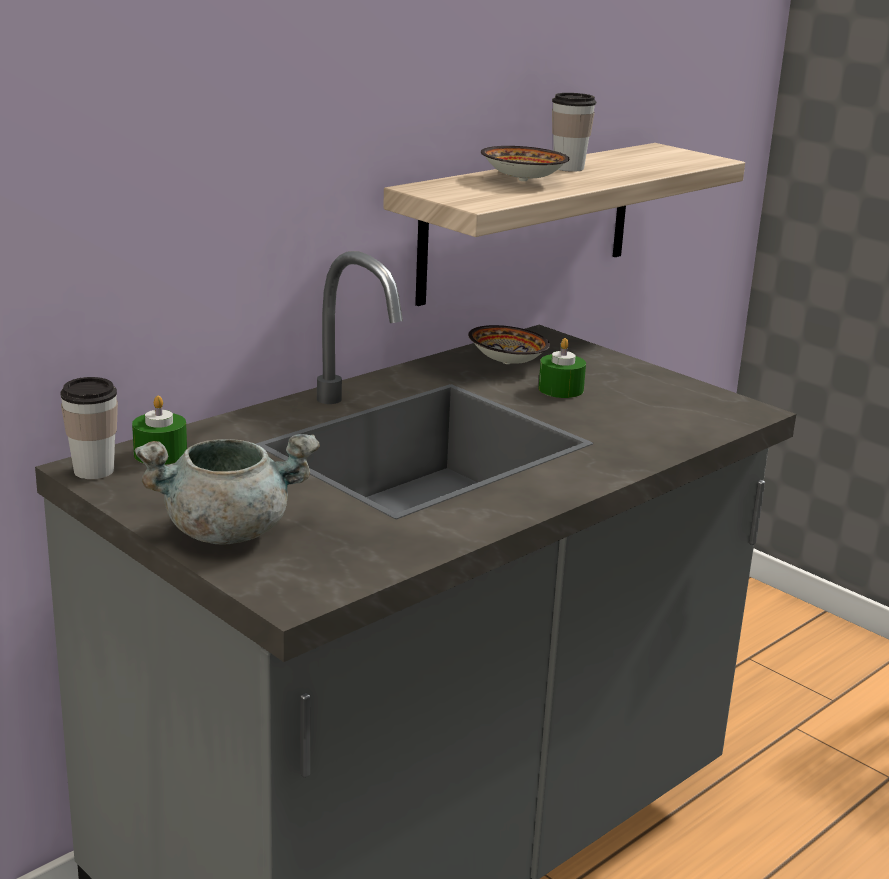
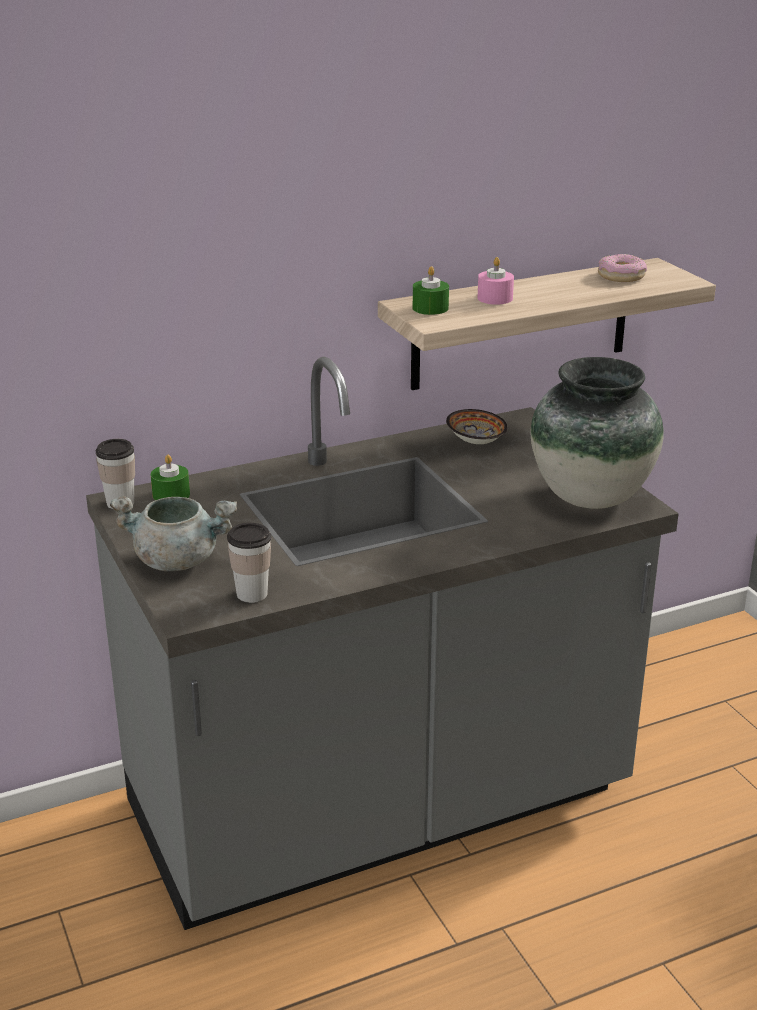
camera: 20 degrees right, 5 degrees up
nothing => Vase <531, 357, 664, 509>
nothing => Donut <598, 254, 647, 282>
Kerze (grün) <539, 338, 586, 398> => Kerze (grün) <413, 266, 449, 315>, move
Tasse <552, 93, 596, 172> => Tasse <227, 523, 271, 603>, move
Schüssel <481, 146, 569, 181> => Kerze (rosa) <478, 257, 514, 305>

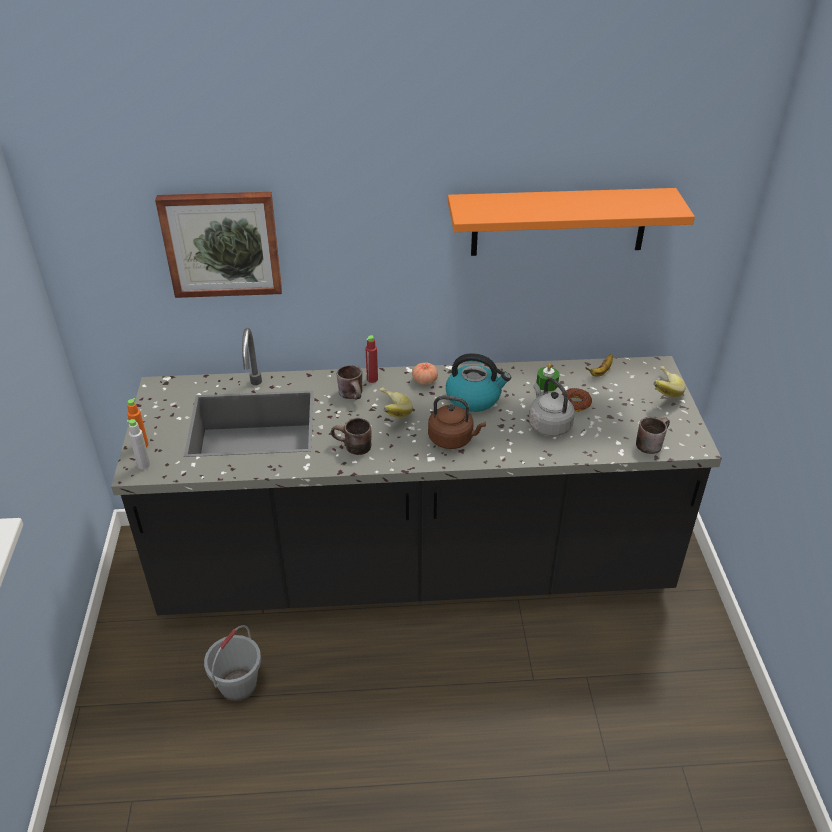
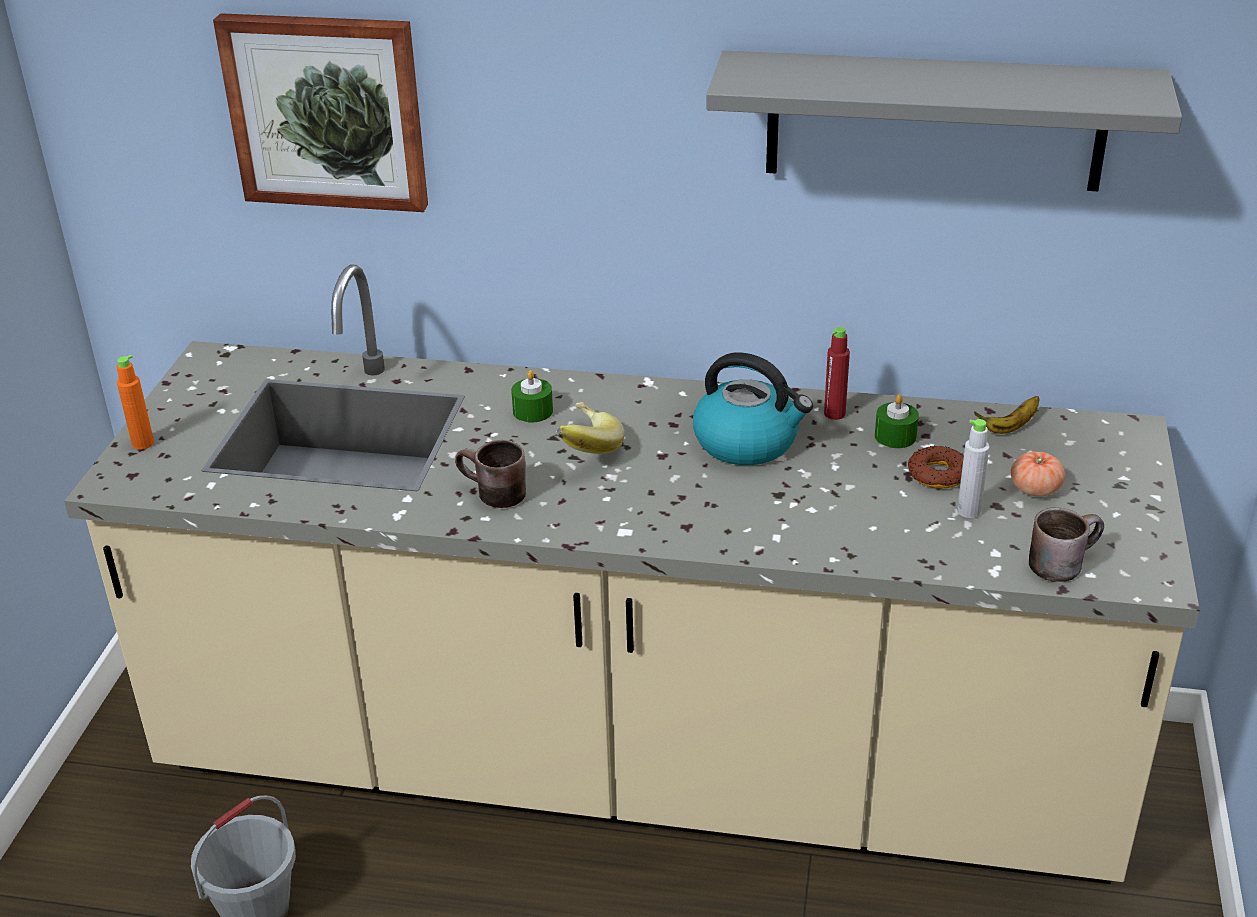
camera: 15 degrees right, 5 degrees down
Wasserkessel (braun) <428, 395, 486, 449> => nothing
Wasserkessel (grau) <529, 378, 575, 436> => nothing
Banane <653, 366, 686, 397> => nothing
Flasche (grau) <127, 419, 151, 469> => Flasche (grau) <957, 419, 990, 518>, move
Flasche (rot) <365, 335, 378, 383> => Flasche (rot) <824, 327, 850, 420>, move
Tomate <412, 362, 438, 385> => Tomate <1010, 451, 1065, 496>, move
Henkelbecher (braun) <337, 365, 362, 399> => Kerze (grün) <511, 370, 553, 423>
Küchenzeile (schwarz) <111, 328, 722, 615> => Küchenzeile (beige) <64, 265, 1200, 884>
Wandregal (orange) <448, 188, 695, 256> => Wandregal (grau) <706, 51, 1182, 191>

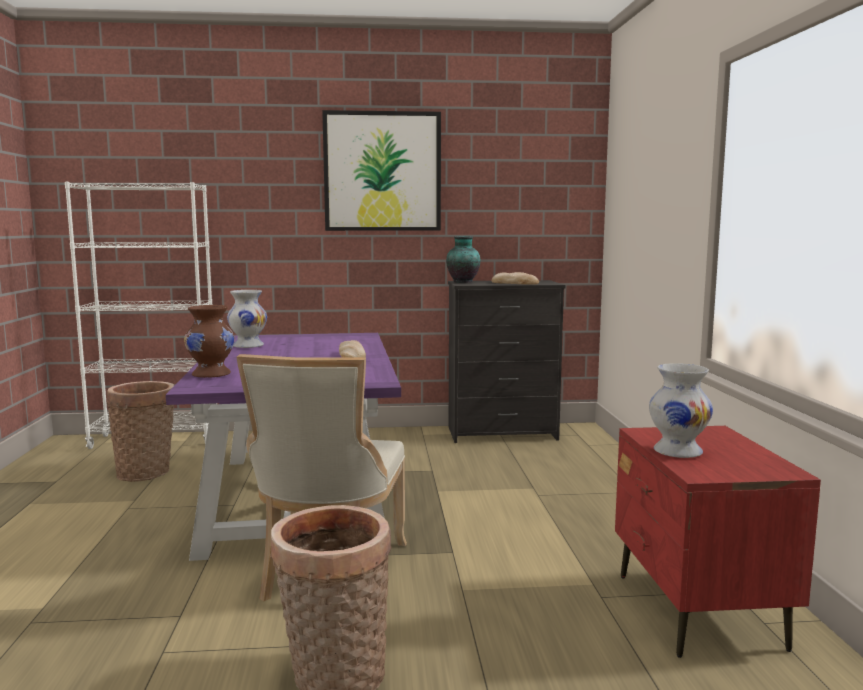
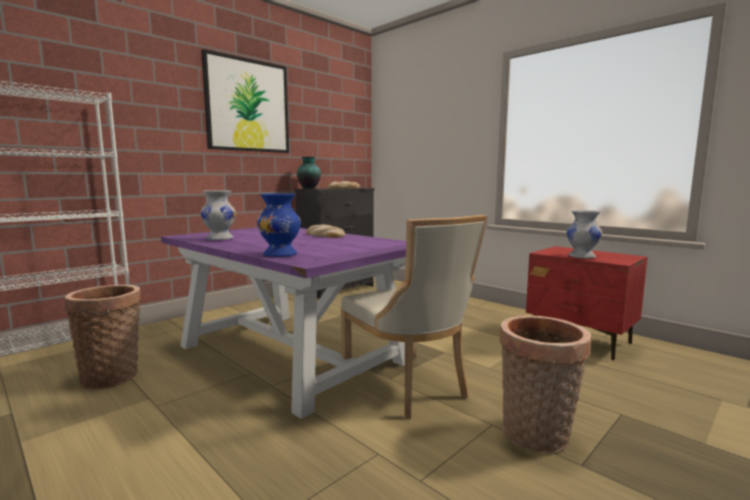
camera: 40 degrees left, 0 degrees up
Vase (braun) <184, 305, 235, 378> => Vase (blau) <257, 193, 301, 257>

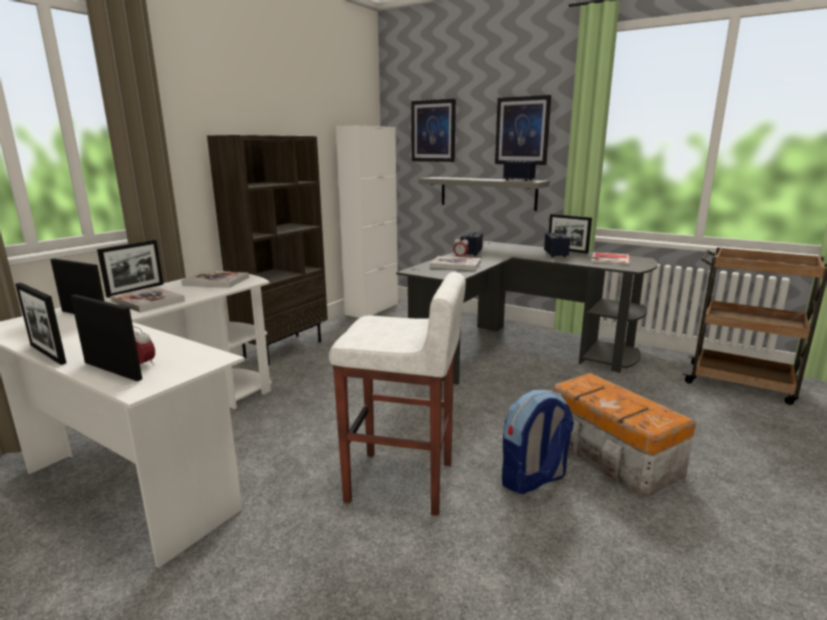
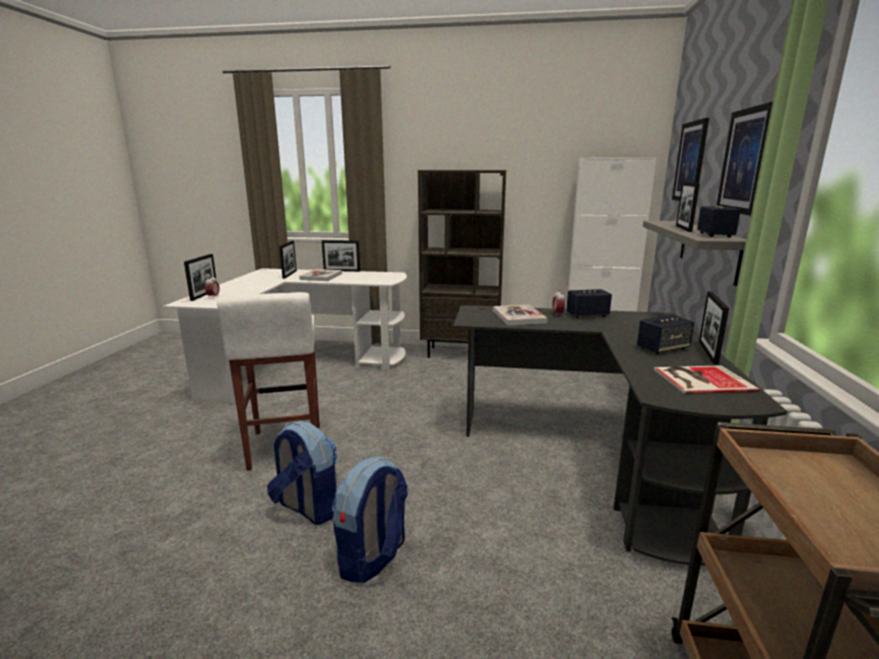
camera: 65 degrees right, 0 degrees up
Buch <181, 271, 249, 288> => nothing
Bilderrahmen <15, 283, 66, 365> => Bilderrahmen <676, 182, 700, 232>, move
Aufbewahrungsbox <553, 373, 696, 497> => Rucksack <332, 456, 408, 583>

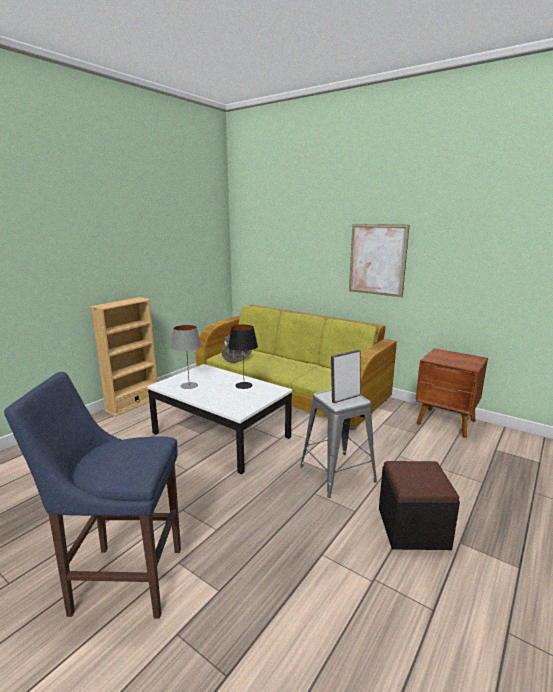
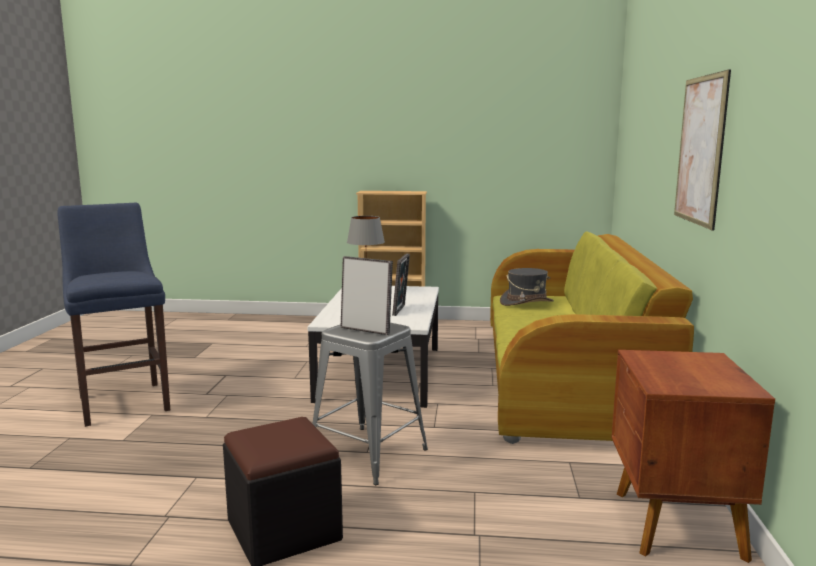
camera: 60 degrees right, 5 degrees down
Tischlampe (schwarz) <228, 325, 258, 389> => Bilderrahmen <392, 254, 410, 316>

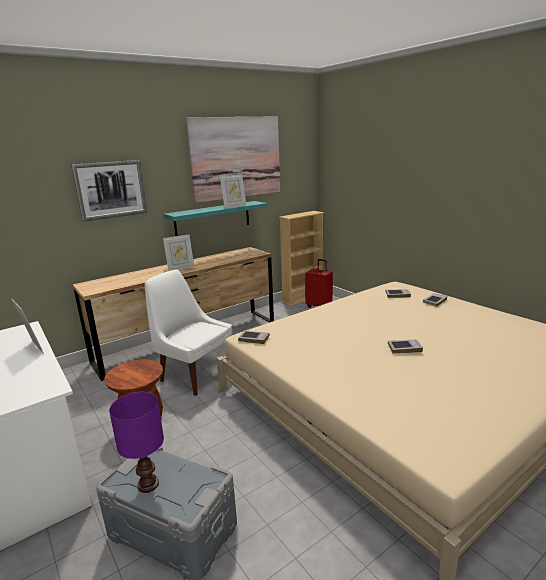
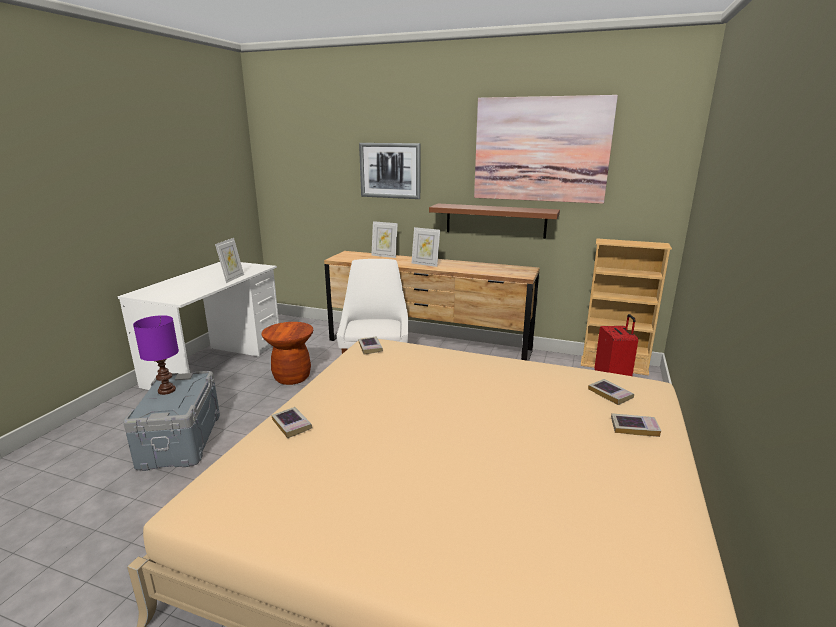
camera: 55 degrees right, 0 degrees up
Bilderrahmen <220, 174, 246, 208> => Bilderrahmen <371, 221, 398, 258>, move
Buch <388, 339, 423, 353> => Buch <271, 407, 312, 438>, move
Wandregal (türkis) <164, 201, 267, 236> => Wandregal (braun) <429, 204, 560, 239>

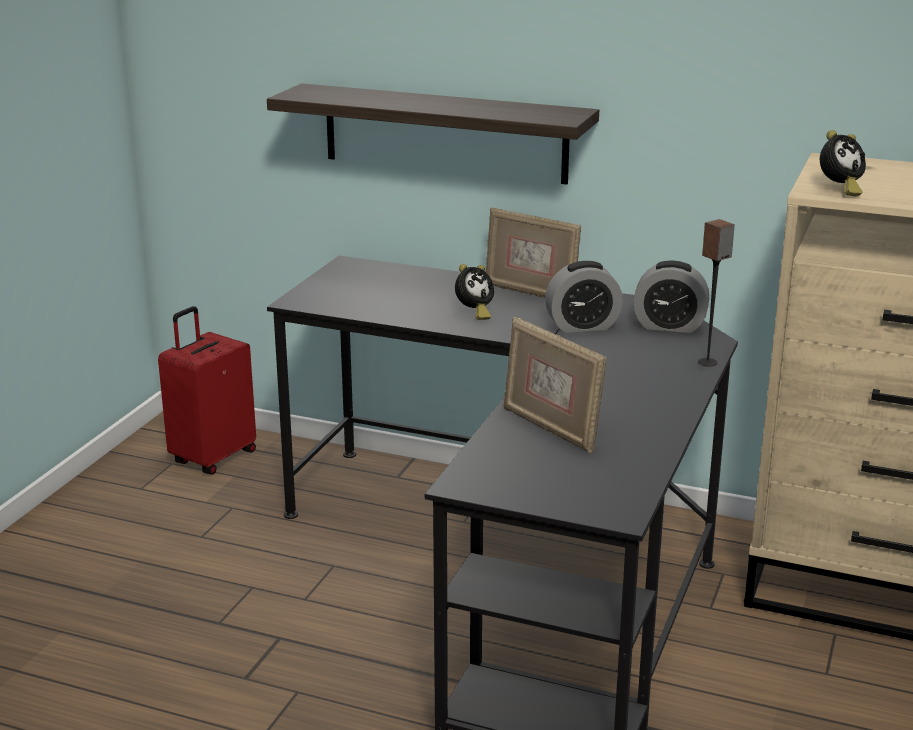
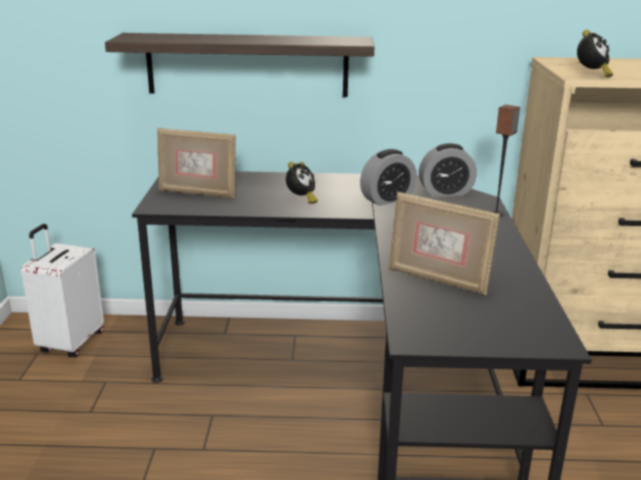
camera: 20 degrees left, 0 degrees up
Bilderrahmen <485, 207, 581, 298> => Bilderrahmen <157, 128, 236, 198>, move
Koffer (rot) <158, 306, 256, 475> => Koffer (weiß) <21, 224, 104, 357>

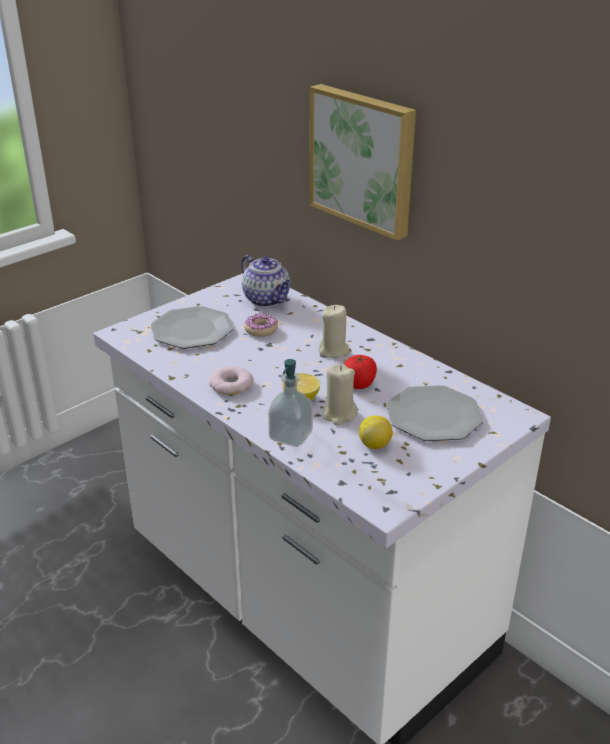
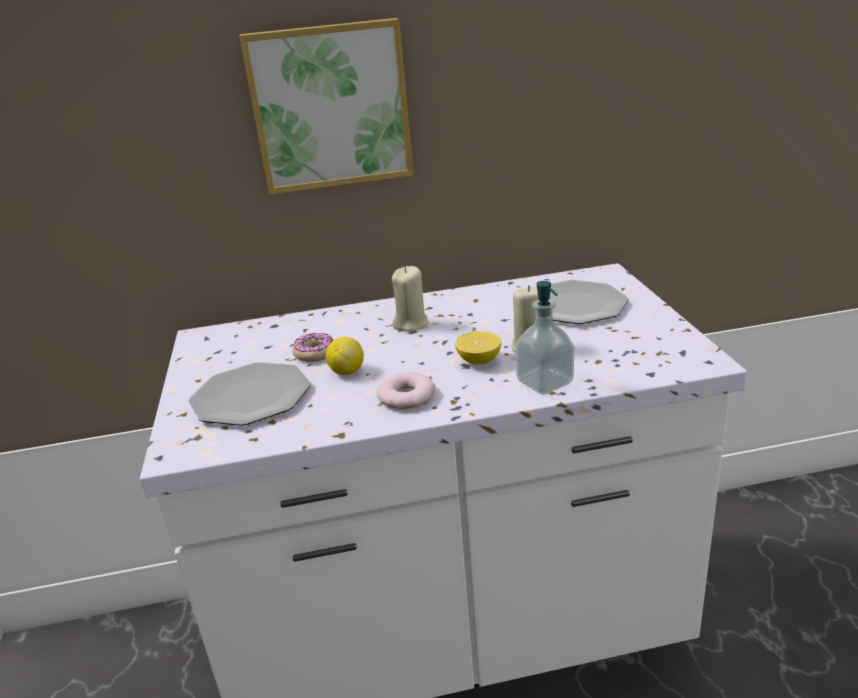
camera: 55 degrees left, 5 degrees down
Teekanne <241, 255, 291, 307> => nothing
Tomate <344, 355, 377, 389> => nothing
Zitrone <359, 415, 393, 449> => Zitrone <326, 337, 364, 375>, move

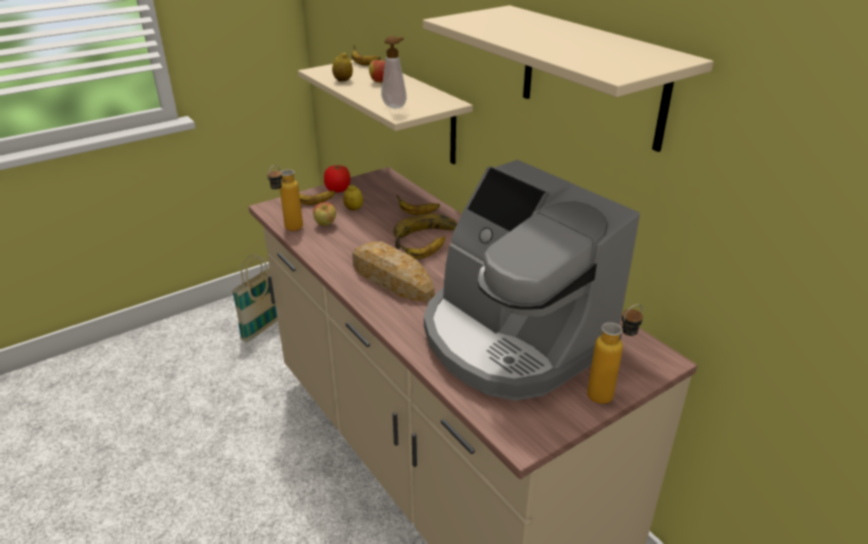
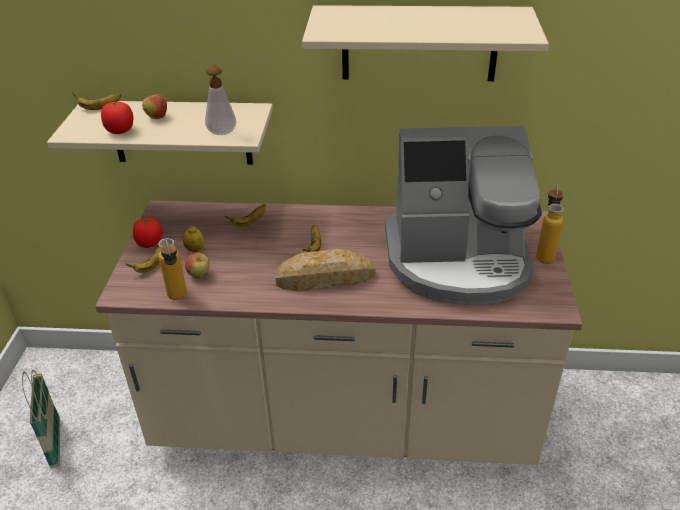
camera: 50 degrees left, 5 degrees up
Banane <393, 213, 457, 249> => nothing
Zitrone <332, 52, 353, 82> => Tomate <101, 102, 133, 134>

